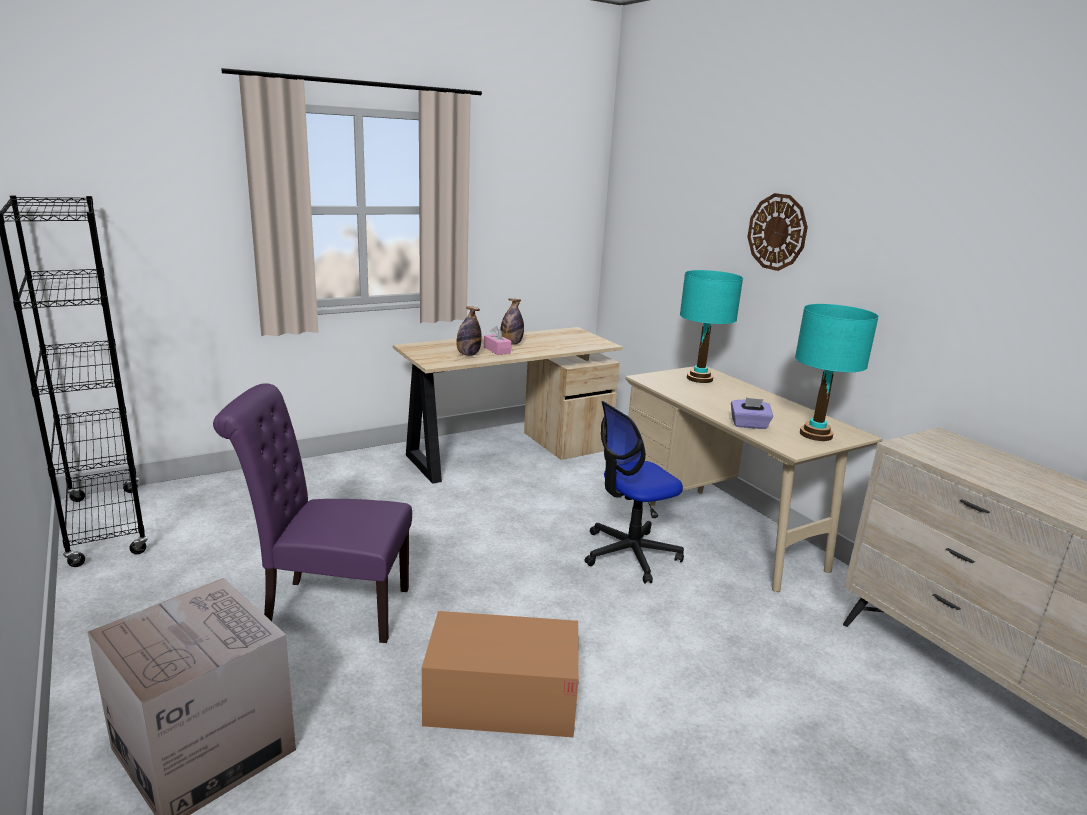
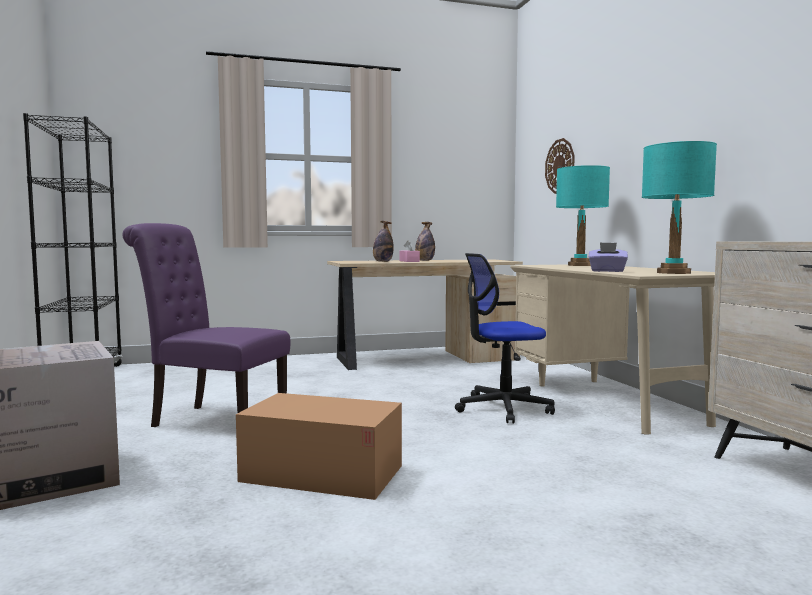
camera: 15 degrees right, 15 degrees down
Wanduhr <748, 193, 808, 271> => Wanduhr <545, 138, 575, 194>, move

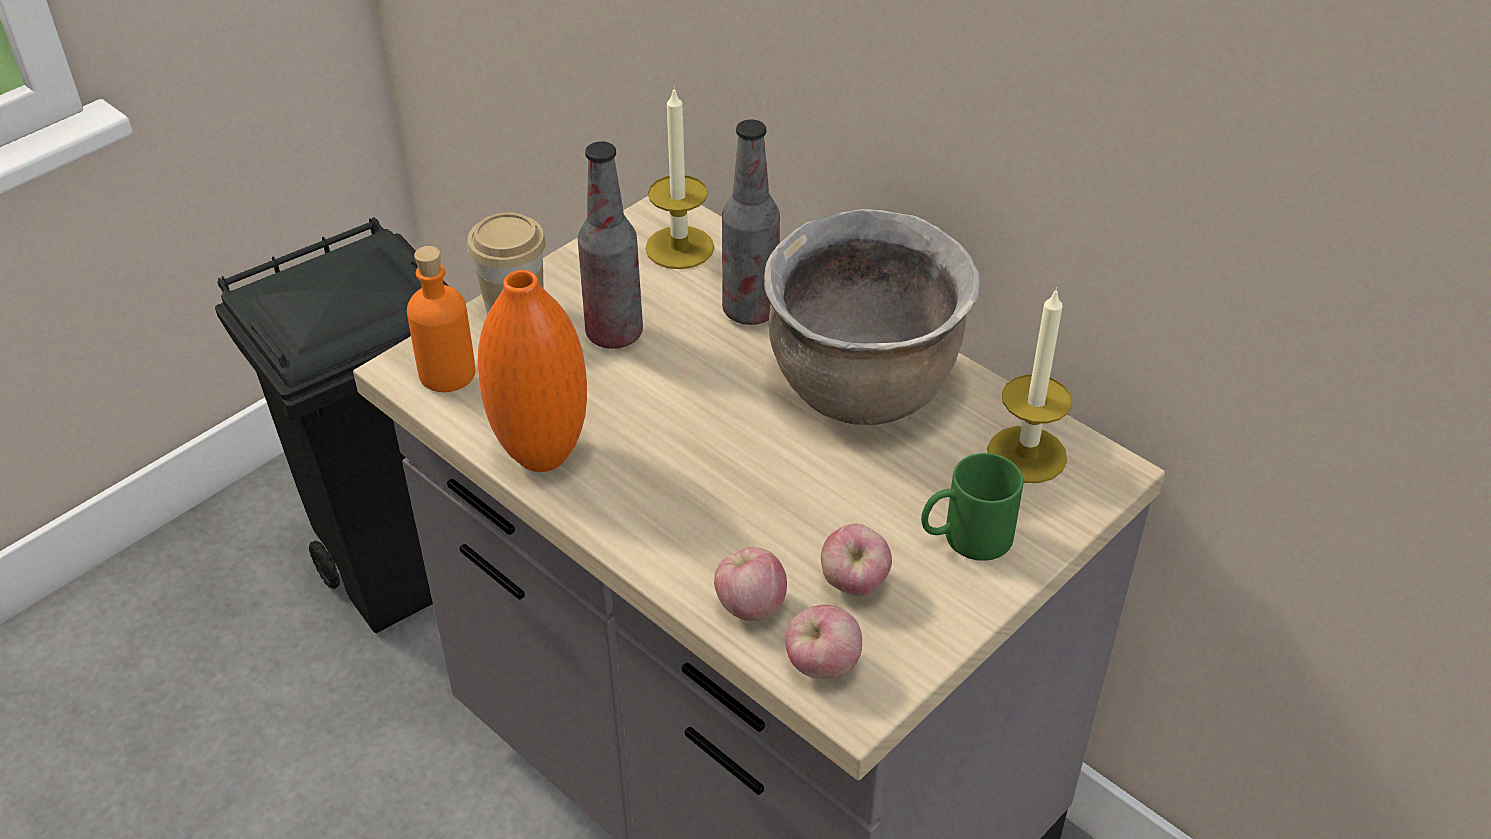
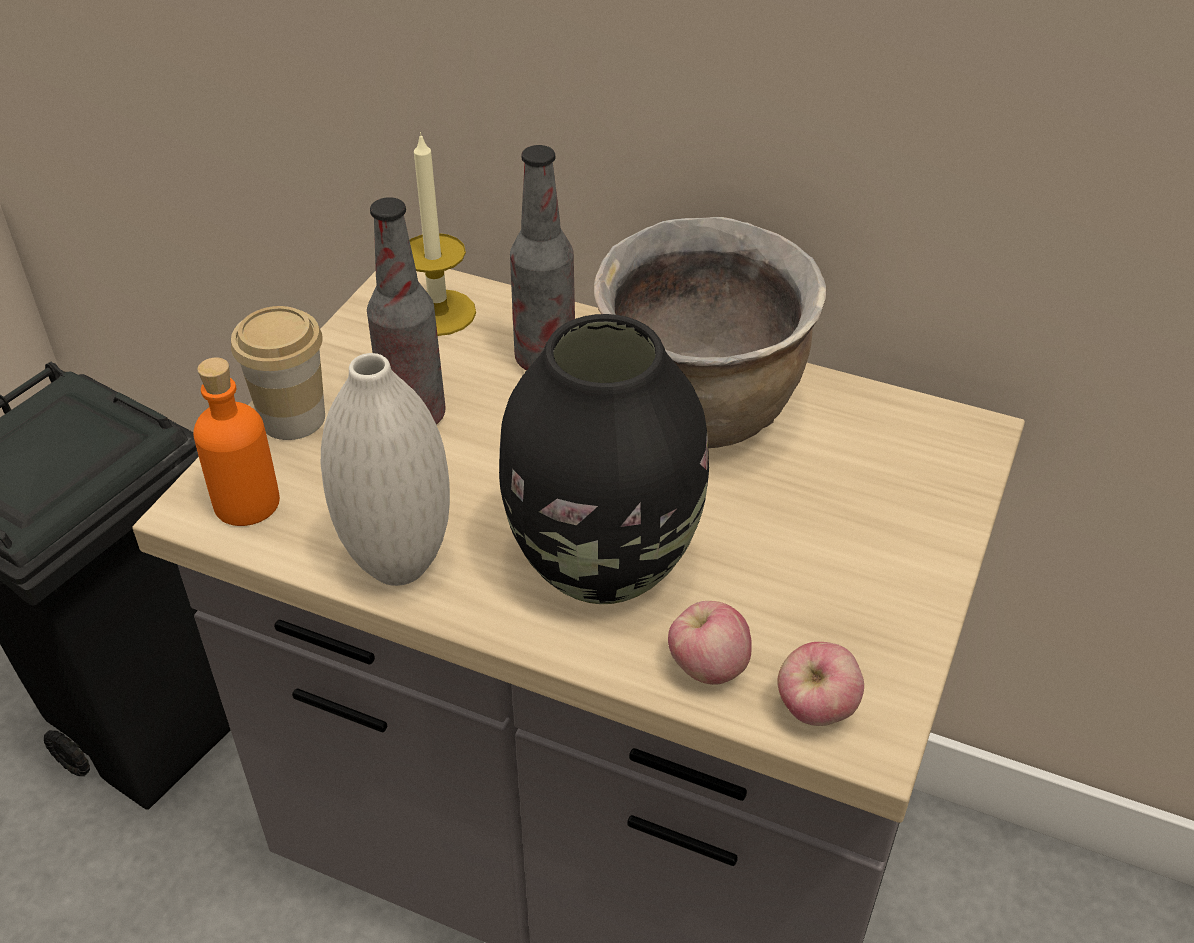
camera: 20 degrees left, 0 degrees up
Apfel <821, 524, 892, 596> => nothing
Henkelbecher (grün) <921, 453, 1023, 561> => nothing
Kerze <987, 287, 1072, 483> => nothing
nothing => Vase (schwarz) <499, 314, 709, 604>
Vase (orange) <477, 270, 587, 472> => Vase (weiß) <321, 353, 450, 586>

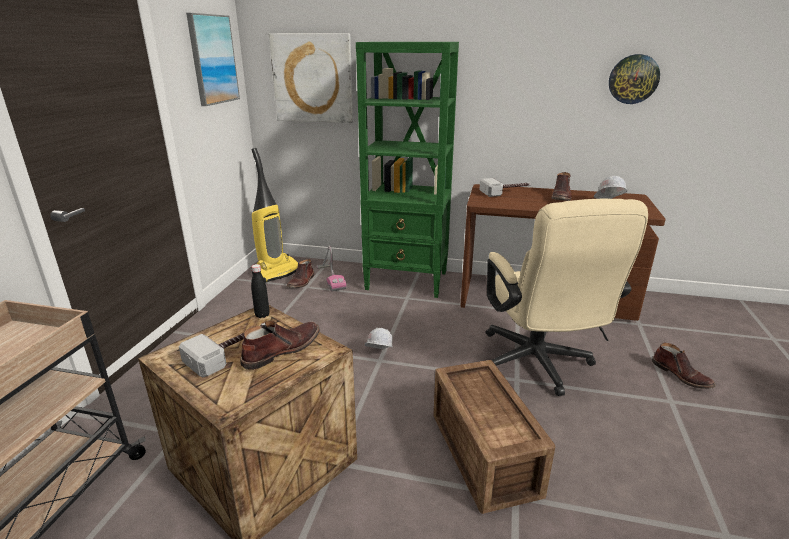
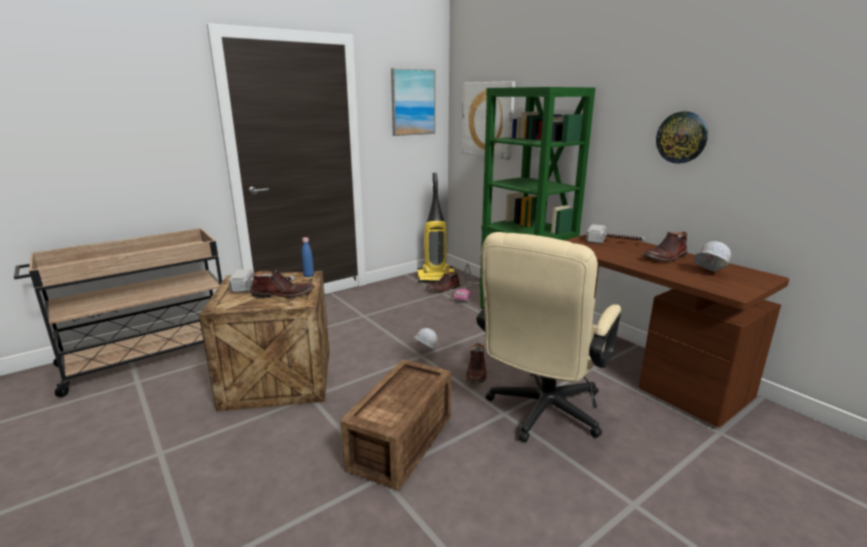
camera: 40 degrees right, 5 degrees down
Wanduhr <609, 54, 660, 104> => Wanduhr <656, 111, 708, 164>, move
Stiefel (braun) <652, 343, 715, 389> => Stiefel (braun) <466, 343, 487, 384>, move
Flasche (schwarz) <251, 264, 270, 318> => Flasche (blau) <302, 237, 314, 277>

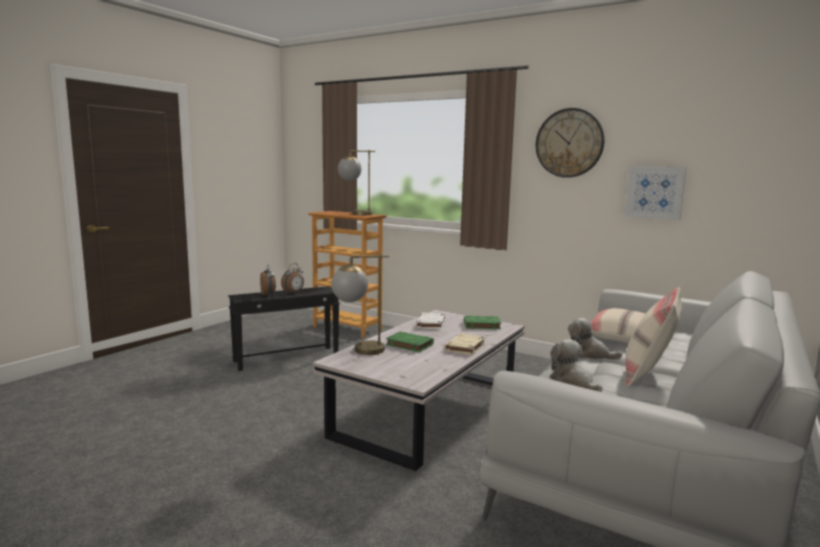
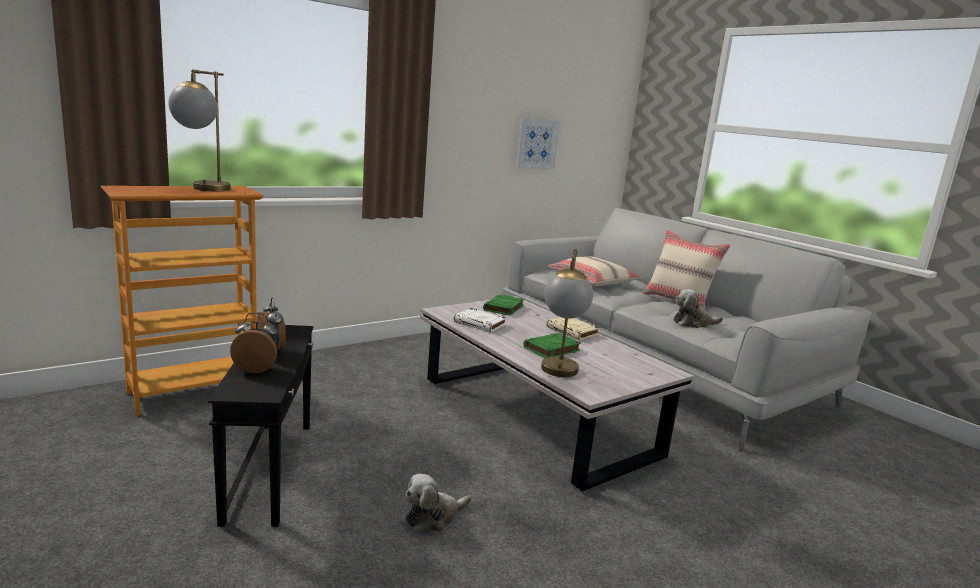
camera: 70 degrees left, 5 degrees up
Wanduhr <536, 108, 604, 178> => nothing
Plüschtier <568, 318, 622, 360> => Plüschtier <405, 474, 472, 533>, move

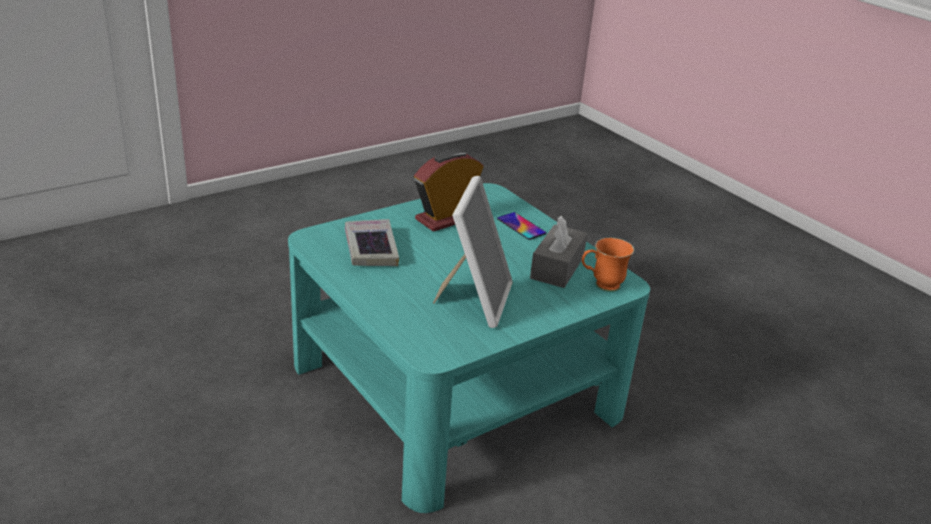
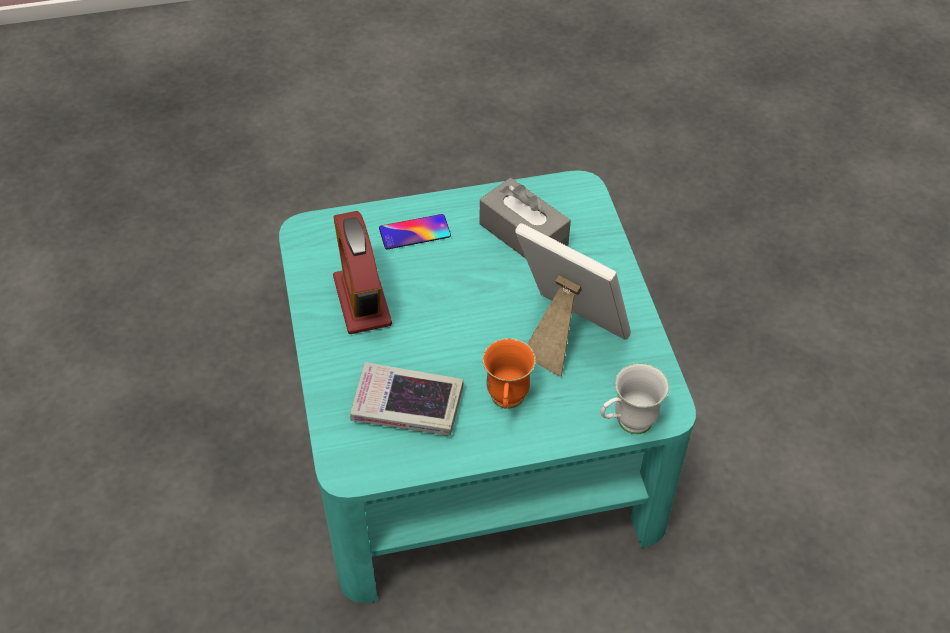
camera: 65 degrees left, 20 degrees up
nothing => Henkelbecher (weiß) <601, 363, 669, 434>
Henkelbecher (orange) <582, 238, 634, 292> => Henkelbecher (orange) <483, 338, 536, 409>, move

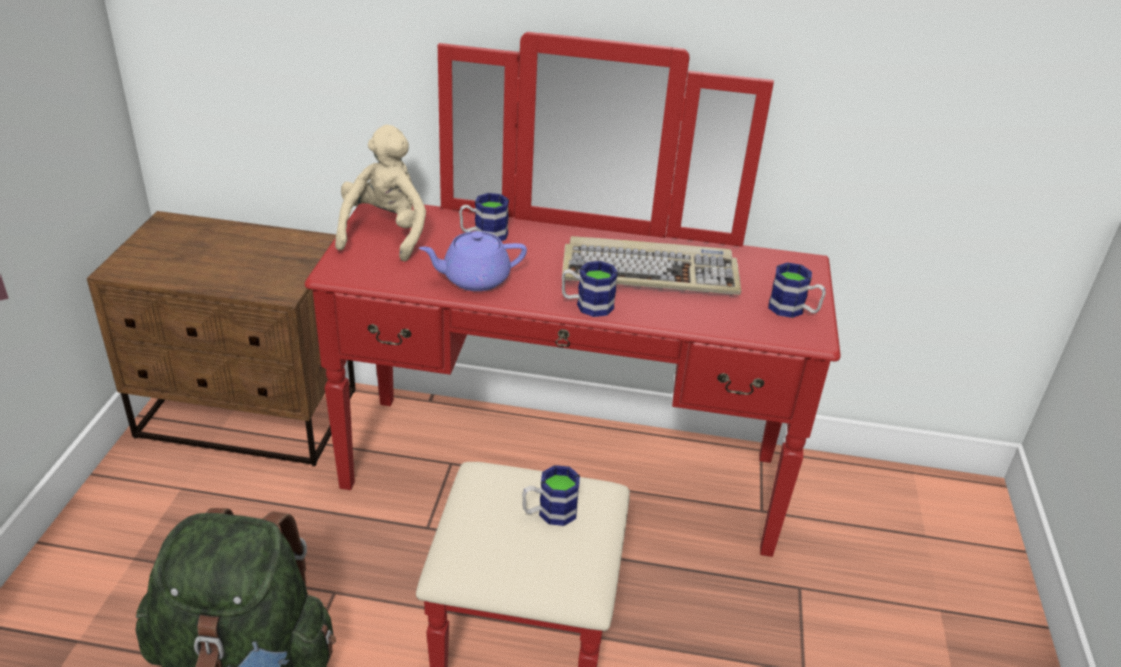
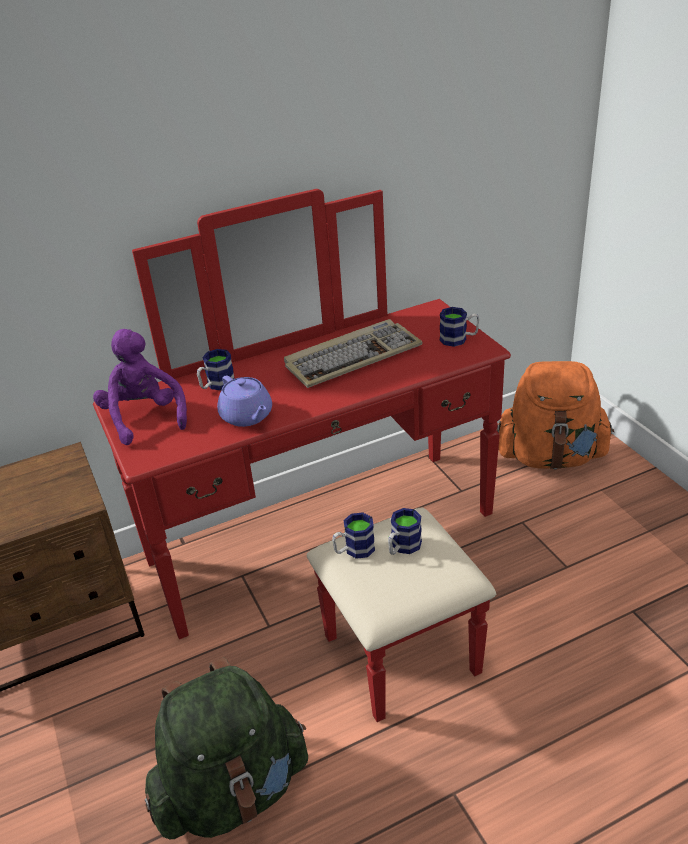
camera: 30 degrees left, 0 degrees up
nothing => Rucksack (orange) <497, 361, 614, 469>
Henkelbecher <562, 261, 618, 317> => Henkelbecher <332, 512, 375, 559>, move
Plüschtier (beige) <335, 125, 426, 262> => Plüschtier (lila) <93, 329, 187, 445>
Teekanne (lila) <419, 231, 527, 291> => Teekanne (lila) <217, 375, 272, 427>, 75 degrees counterclockwise

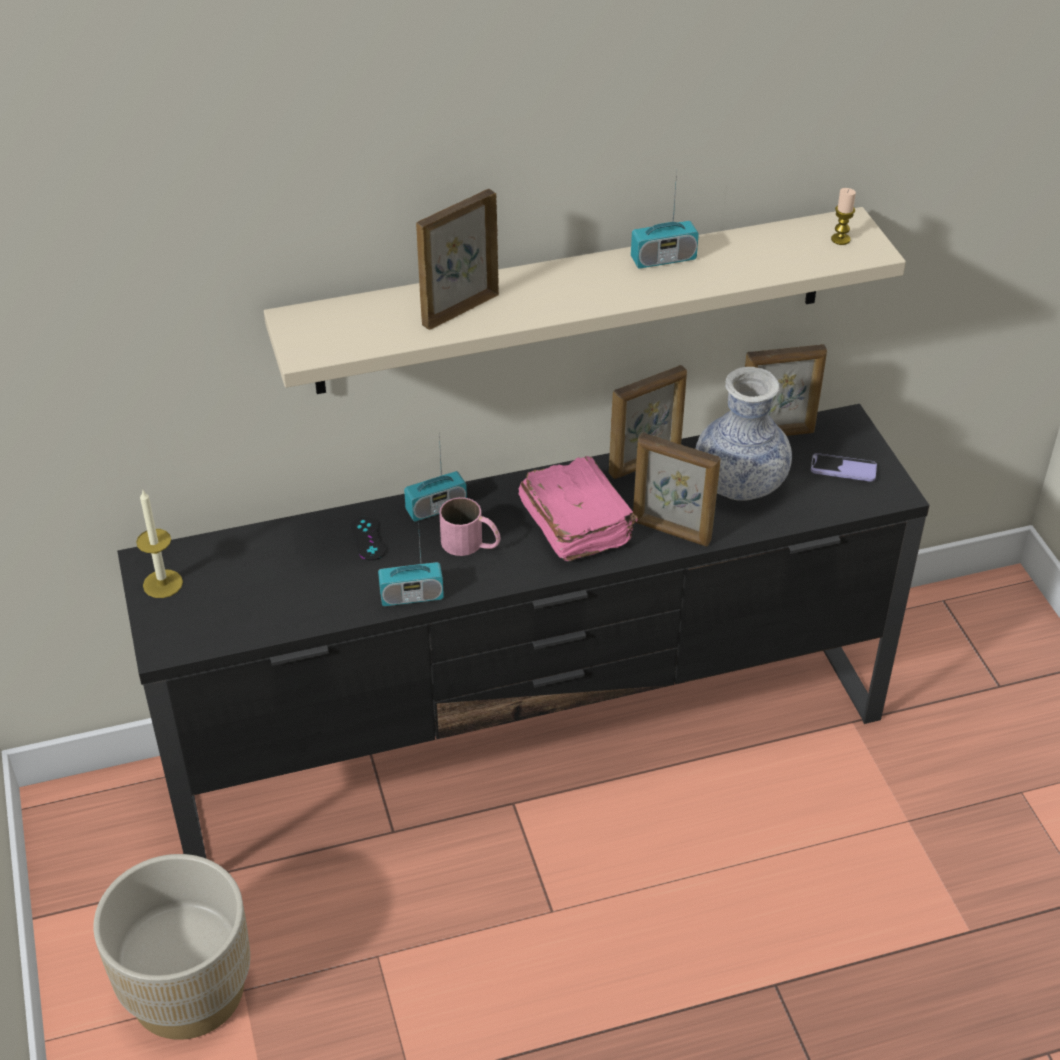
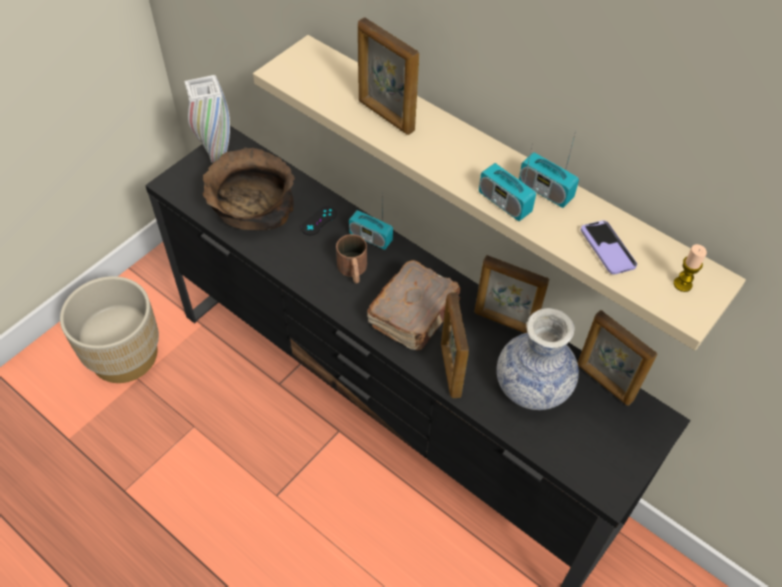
camera: 55 degrees right, 10 degrees up
nothing => Schüssel (braun) <203, 147, 295, 230>
Radio <378, 521, 444, 606> => Radio <479, 142, 536, 221>, move
Handy <811, 453, 877, 482> => Handy <581, 220, 637, 274>, move
Kerze <136, 490, 183, 598> => Vase (weiß) <184, 75, 230, 163>
Henkelbecher (rosa) <439, 497, 501, 556> => Henkelbecher (braun) <336, 234, 367, 284>
Buch (rosa) <518, 456, 638, 561> => Buch (braun) <367, 260, 461, 350>
Bilderrahmen <416, 189, 499, 330> => Bilderrahmen <358, 17, 419, 135>, 150 degrees counterclockwise

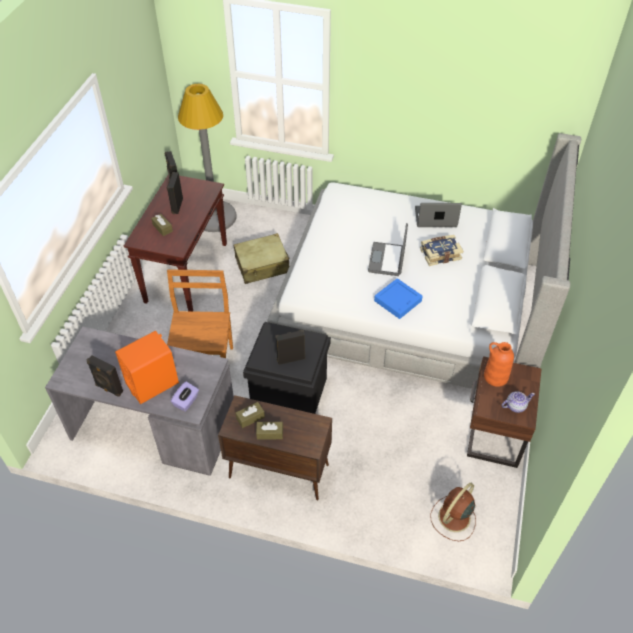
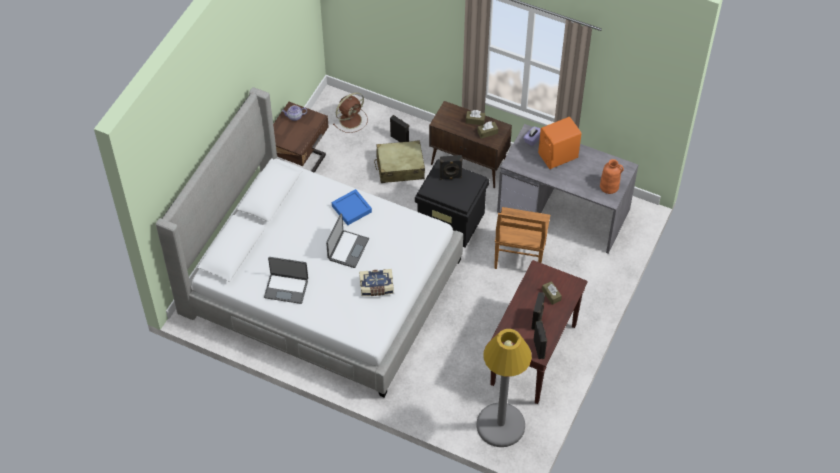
camera: 170 degrees left, 5 degrees up
Lautsprecher (schwarz) <87, 355, 123, 397> => Lautsprecher (schwarz) <390, 115, 409, 142>, move
Koffer (beige) <234, 233, 290, 284> => Koffer (beige) <374, 140, 425, 183>, move
Buch <420, 235, 463, 266> => Buch <359, 269, 394, 296>, move
Vase (orange) <484, 342, 514, 387> => Vase (orange) <600, 159, 624, 194>, move

